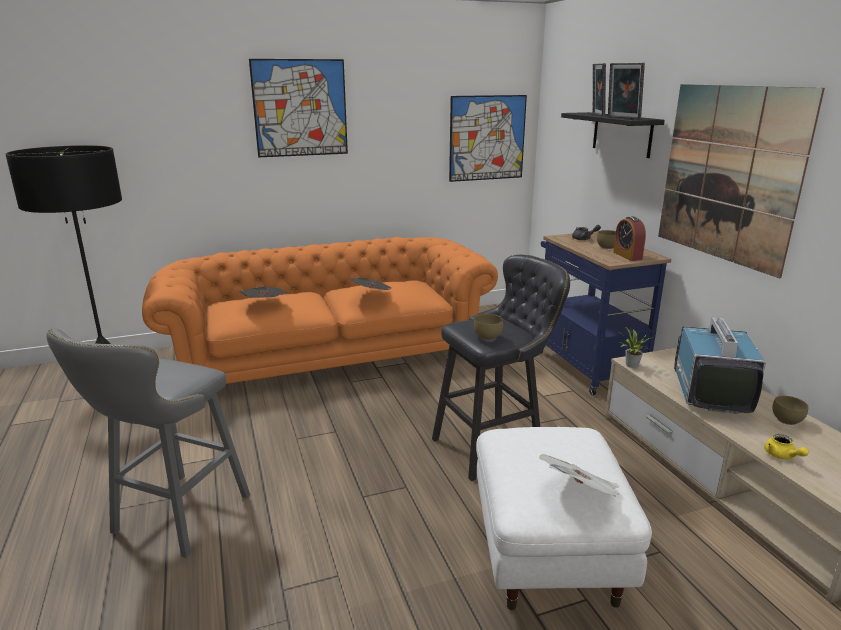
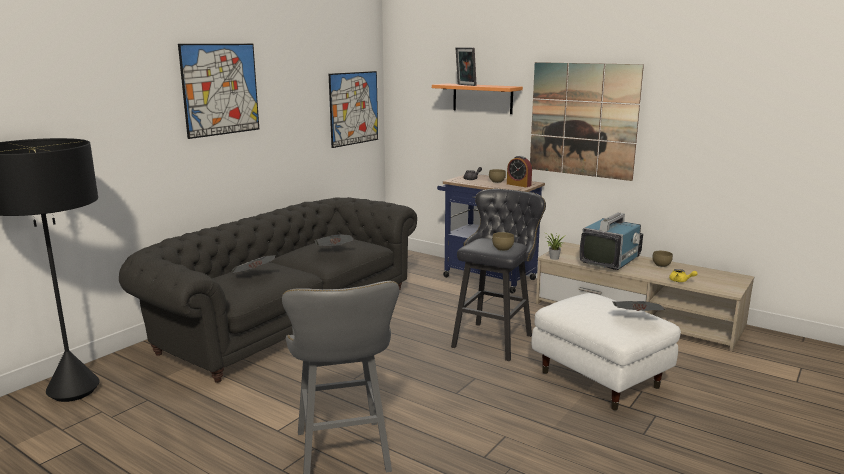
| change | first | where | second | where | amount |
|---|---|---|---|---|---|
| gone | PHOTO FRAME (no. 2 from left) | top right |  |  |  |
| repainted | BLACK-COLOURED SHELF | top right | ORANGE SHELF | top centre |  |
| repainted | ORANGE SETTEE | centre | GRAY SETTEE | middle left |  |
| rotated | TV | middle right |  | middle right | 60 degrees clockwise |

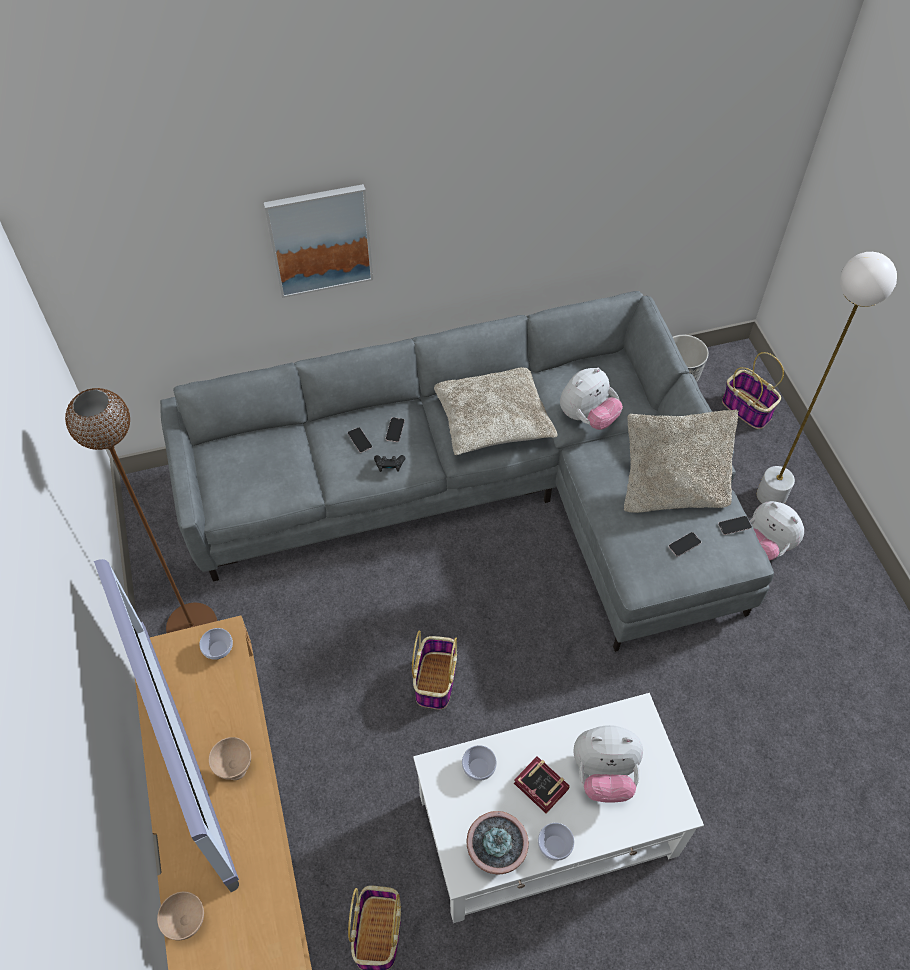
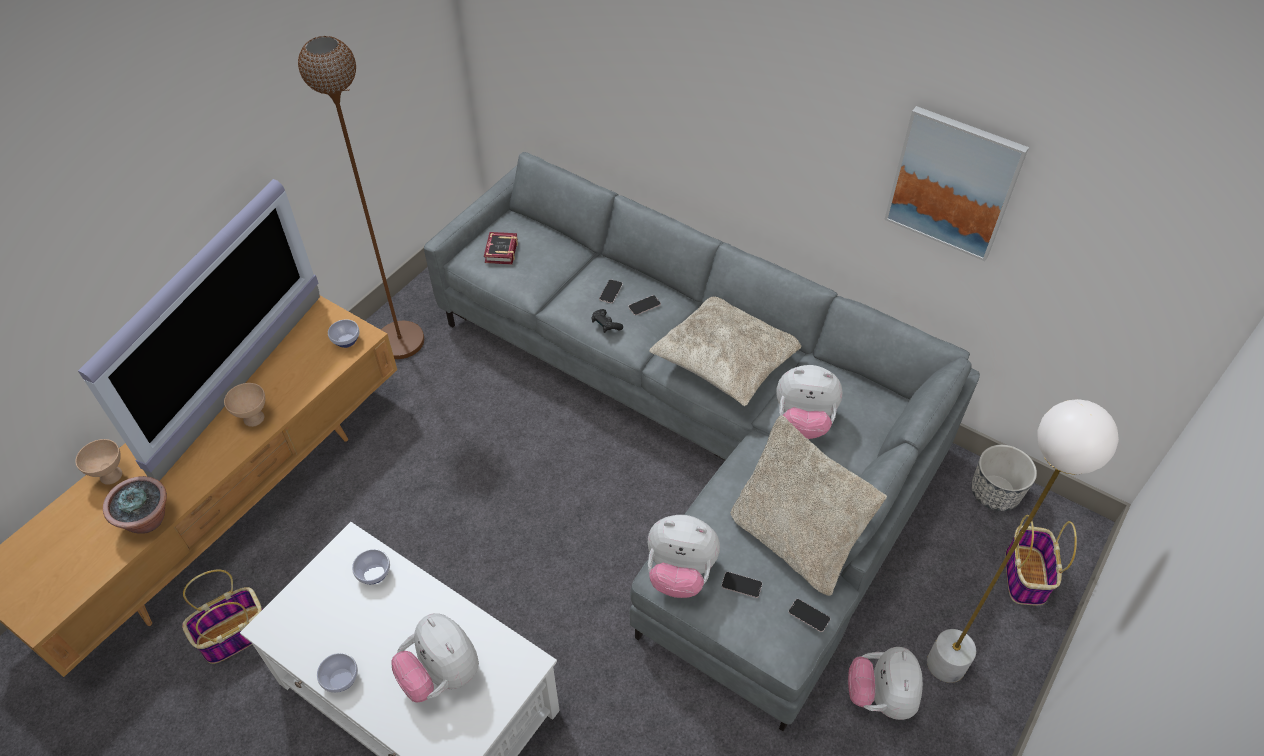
| change | first | where | second | where | amount |
|---|---|---|---|---|---|
| shifted | WALL PICTURE | top centre |  | top right |  |
| gone | HOUSEHOLD BASKET (no. 2 from left) | bottom centre |  |  |  |
| shifted | VOLUME | bottom centre |  | top centre |  |
| shifted | HOUSEPLANT | bottom centre |  | bottom left |  |
| new |  |  | PLUSH TOY (no. 2 from left) | bottom centre |  |

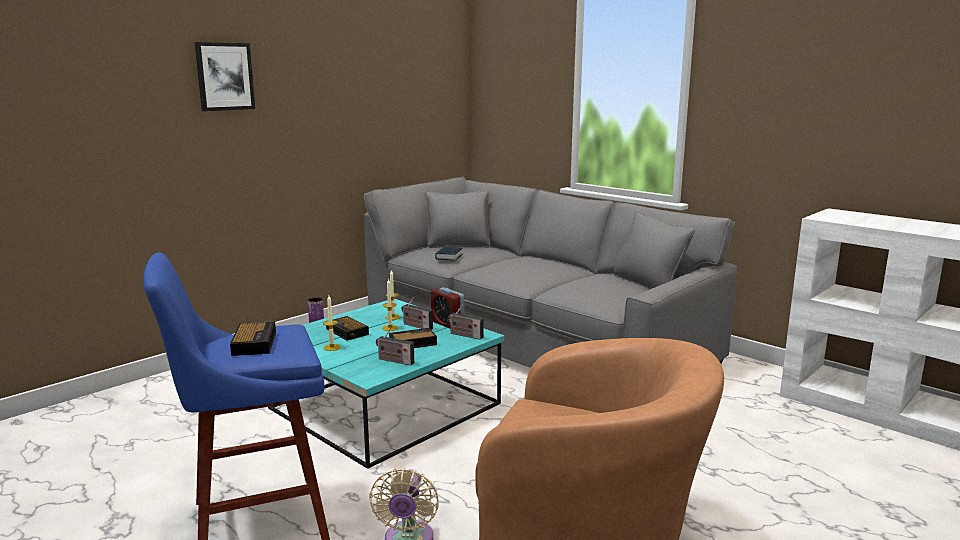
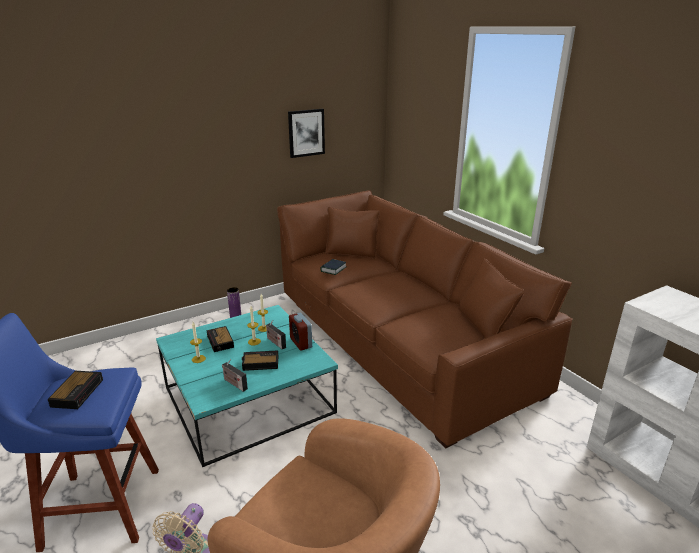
| change | first | where | second | where | amount |
|---|---|---|---|---|---|
| shifted | WALL PICTURE | top left |  | top centre |  |
| repainted | GRAY SETTEE | centre | BROWN SETTEE | centre |  |
| gone | RADIO (no. 3 from left) | centre |  |  |  |

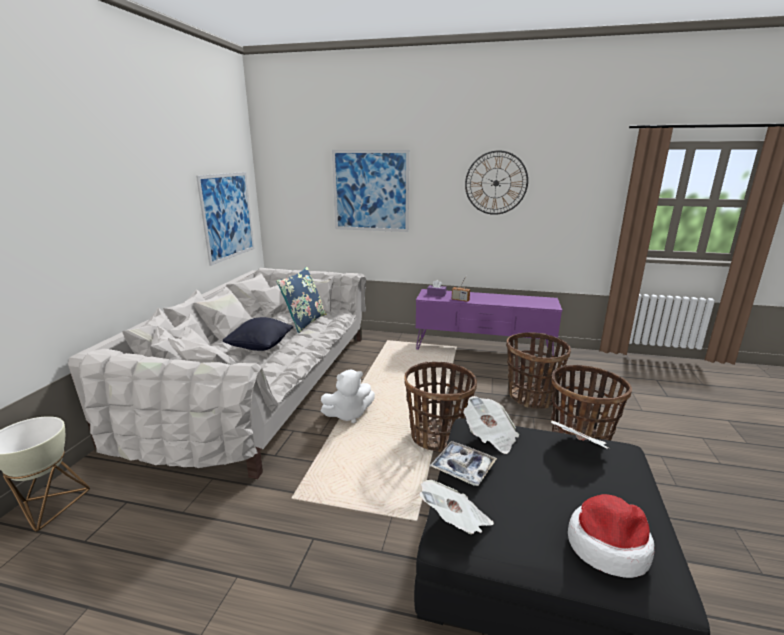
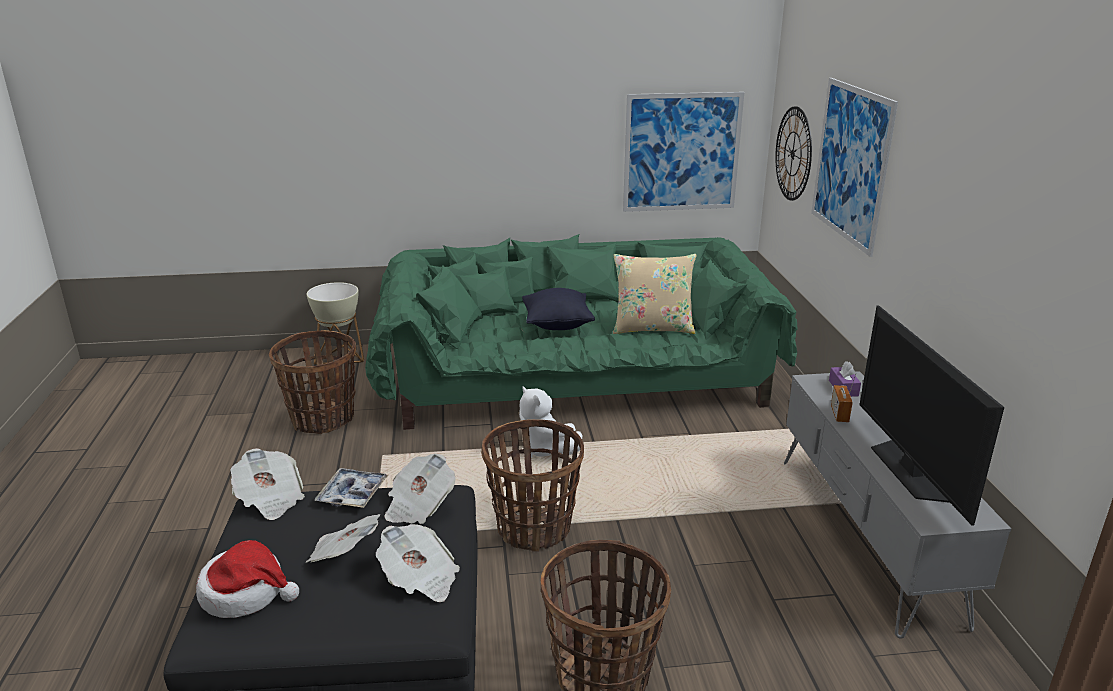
| change | first | where | second | where | amount |
|---|---|---|---|---|---|
| shifted | WALL CLOCK | top centre |  | top right |  |
| repainted | BLUE-COLOURED CUSHION | centre | BEIGE-COLOURED CUSHION | centre |  |
| repainted | WHITE-COLOURED SETTEE | middle left | GREENISH SETTEE | centre |  |
| repainted | PURPLISH TV UNIT | centre | GRAY TV UNIT | bottom right |  |
| shifted | HOUSEHOLD BASKET (no. 2 from left in the first image) | middle right | HOUSEHOLD BASKET (no. 1 from left) | middle left |  |
| new |  |  | TV | middle right |  |
| new |  |  | NEWSPAPER (no. 2 from left) | bottom left |  |

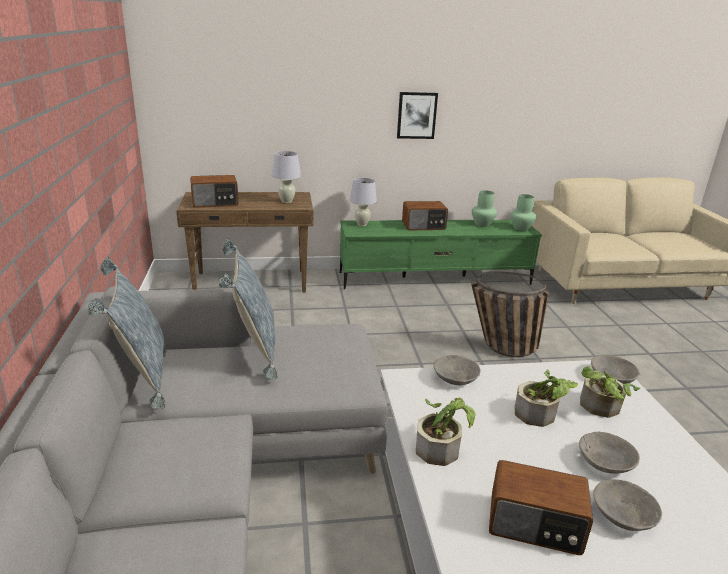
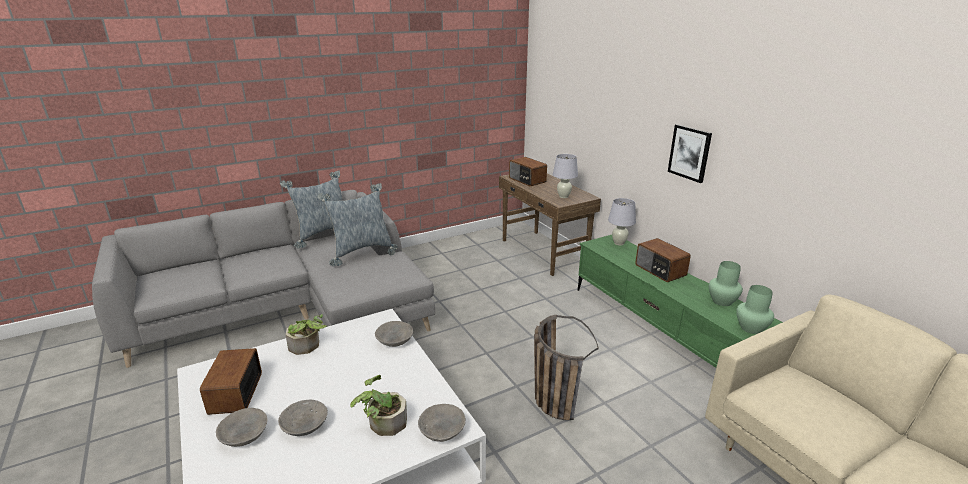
| change | first | where | second | where | amount |
|---|---|---|---|---|---|
| gone | HOUSEPLANT (no. 2 from left) | bottom right |  |  |  |

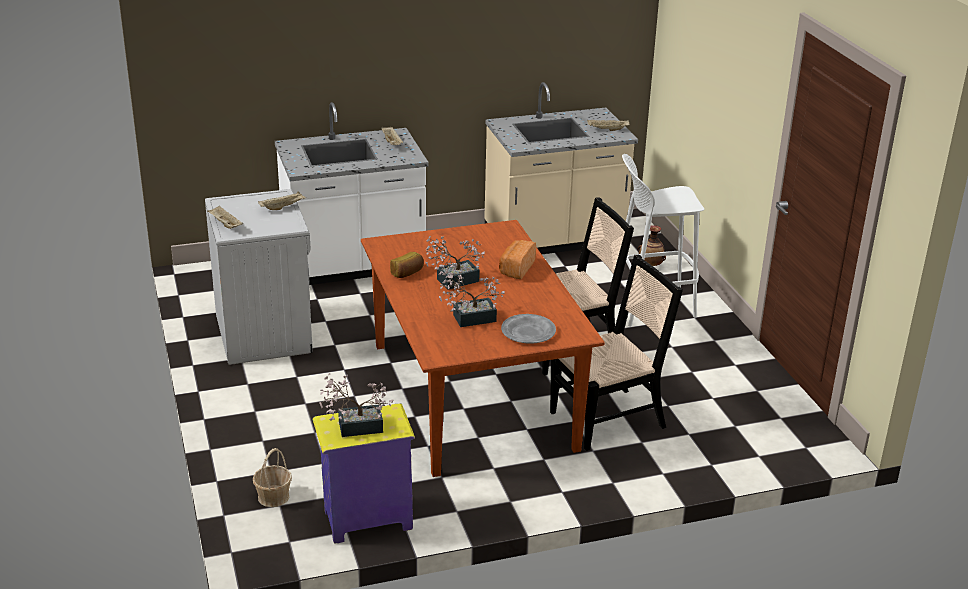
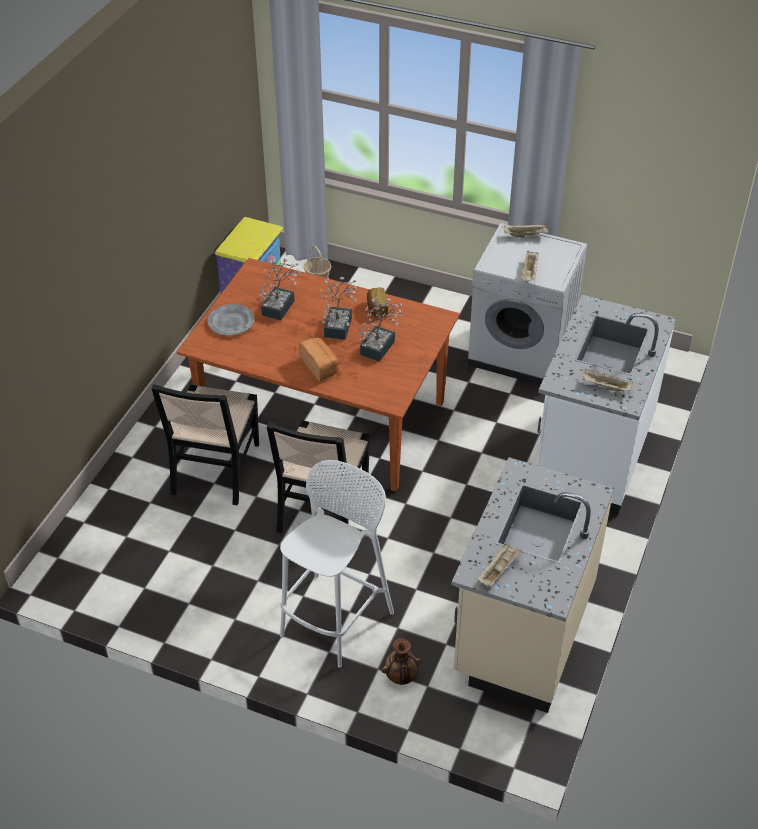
| change | first | where | second | where | amount |
|---|---|---|---|---|---|
| shifted | HOUSEPLANT (no. 1 from left in the first image) | bottom centre | HOUSEPLANT (no. 3 from left) | centre |  |

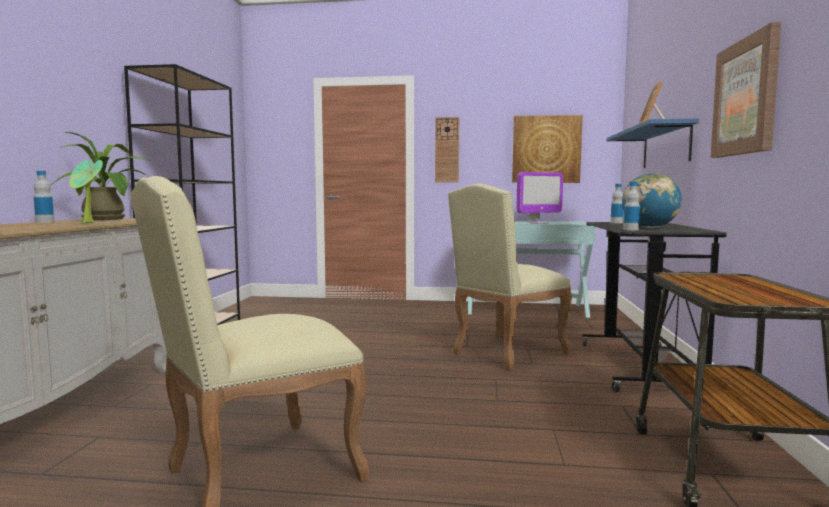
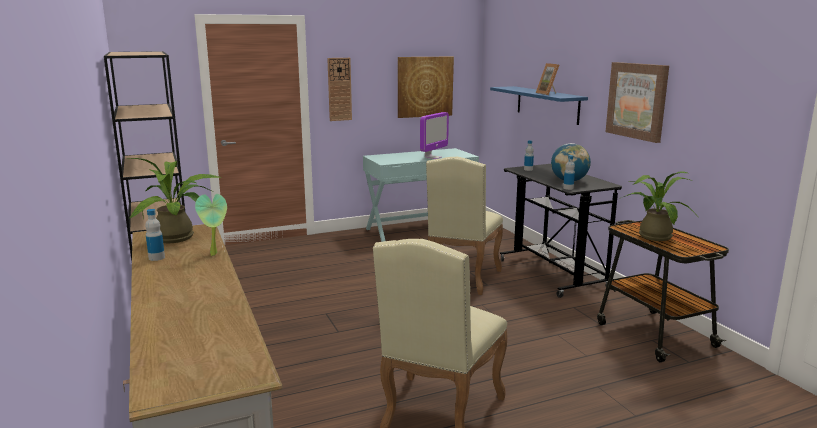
| change | first | where | second | where | amount |
|---|---|---|---|---|---|
| new |  |  | HOUSEPLANT (no. 3 from left) | middle right |  |

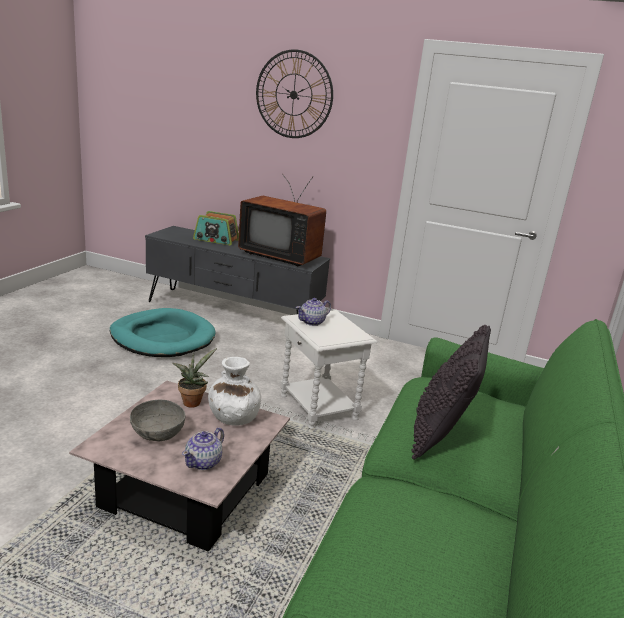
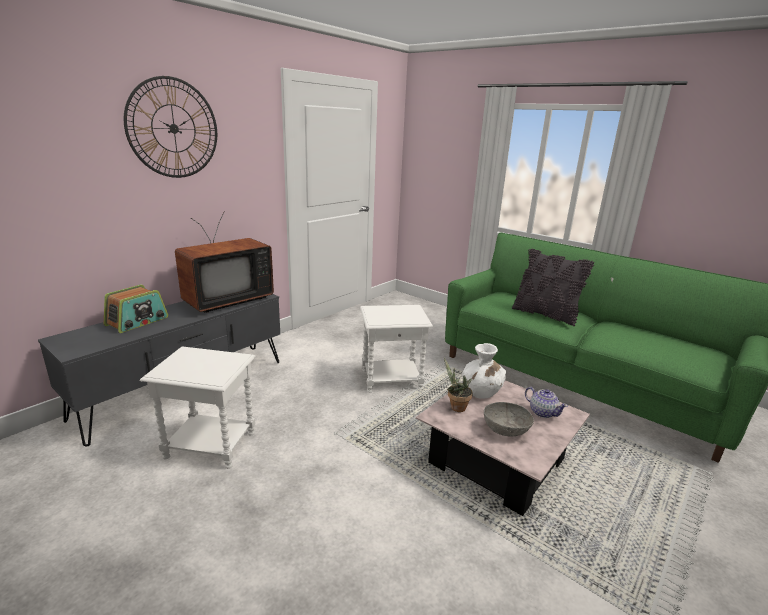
| change | first | where | second | where | amount |
|---|---|---|---|---|---|
| gone | TEA POT (no. 2 from left) | centre |  |  |  |
| swapped | TURQUOISE-COLOURED DOG BED | middle left | WHITE-COLOURED SIDE TABLE (no. 1 from left) | middle left |  |

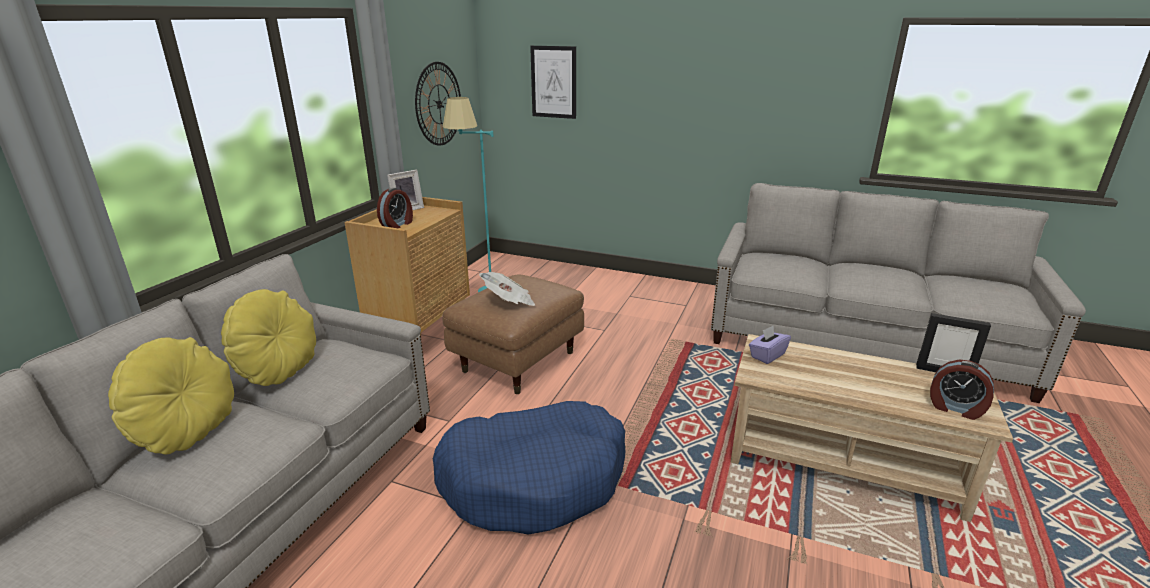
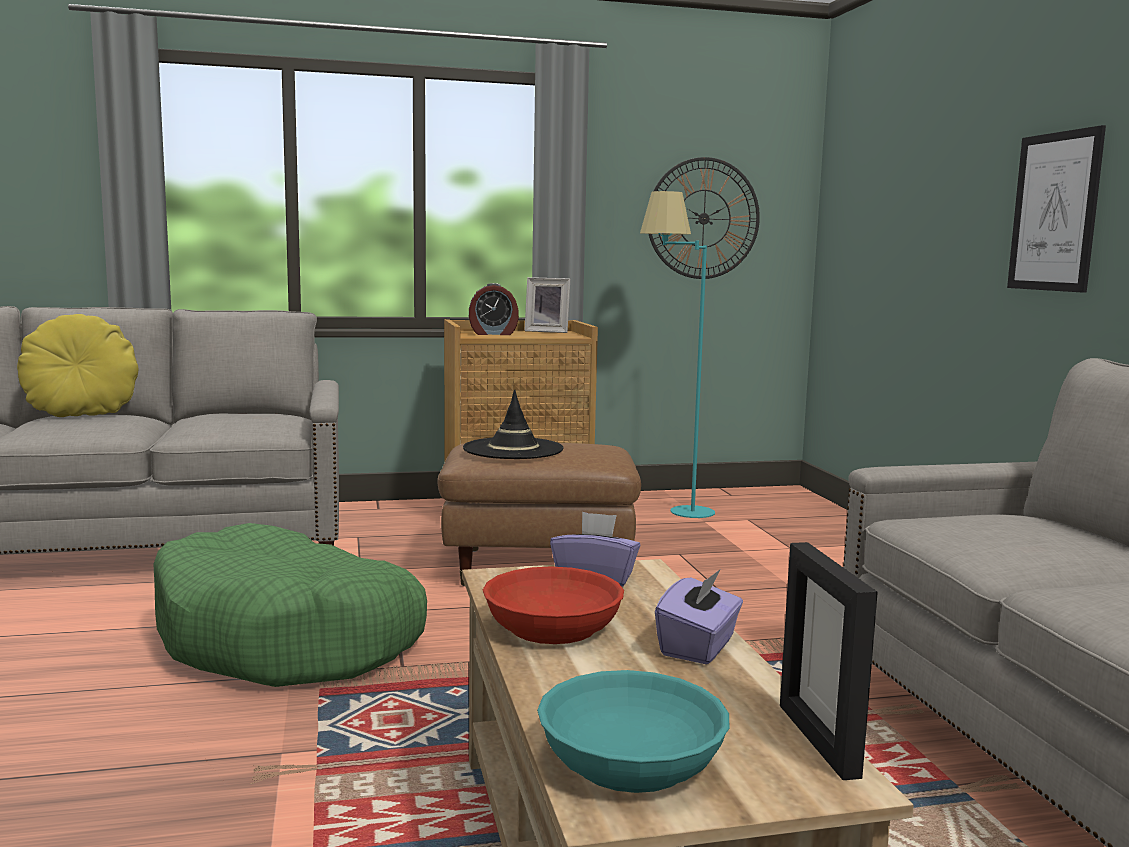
| change | first | where | second | where | amount |
|---|---|---|---|---|---|
| shifted | WALL PICTURE | top centre |  | top right |  |
| swapped | NEWSPAPER | centre | BLACK-COLOURED WEARABLE HAT | centre |  |
| gone | YELLOWISH CUSHION (no. 2 from left) | middle left |  |  |  |
| swapped | TABLE CLOCK (no. 2 from left) | middle right | TURQUOISE-COLOURED SERVING BOWL | bottom centre |  |
| repainted | BLUE-COLOURED DOG BED | bottom centre | GREENISH DOG BED | bottom left |  |
| new |  |  | RED SERVING BOWL | bottom centre |  |
| new |  |  | PURPLISH BOX OF TISSUES (no. 2 from left) | bottom centre |  |

